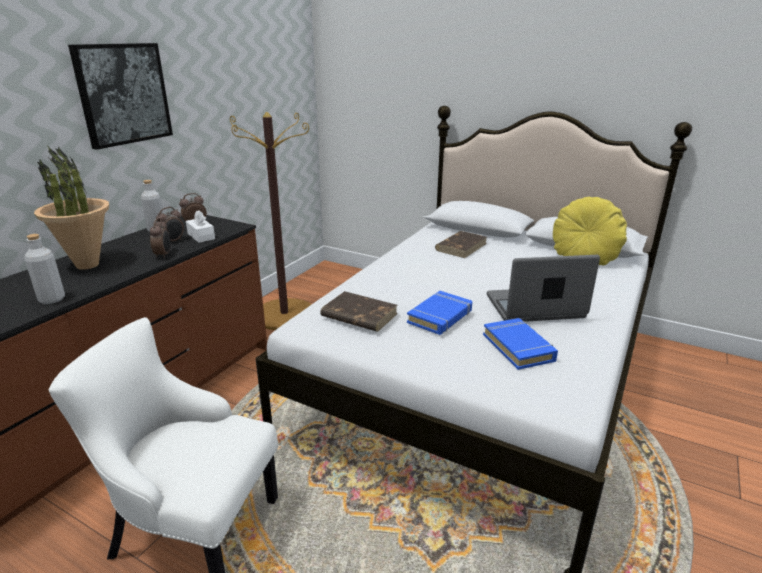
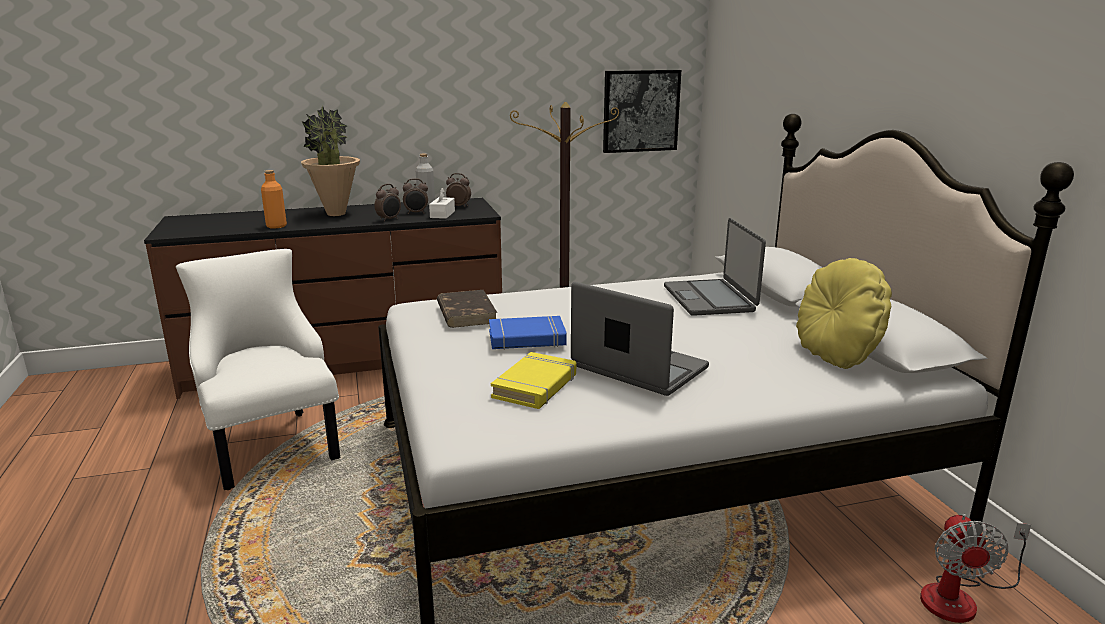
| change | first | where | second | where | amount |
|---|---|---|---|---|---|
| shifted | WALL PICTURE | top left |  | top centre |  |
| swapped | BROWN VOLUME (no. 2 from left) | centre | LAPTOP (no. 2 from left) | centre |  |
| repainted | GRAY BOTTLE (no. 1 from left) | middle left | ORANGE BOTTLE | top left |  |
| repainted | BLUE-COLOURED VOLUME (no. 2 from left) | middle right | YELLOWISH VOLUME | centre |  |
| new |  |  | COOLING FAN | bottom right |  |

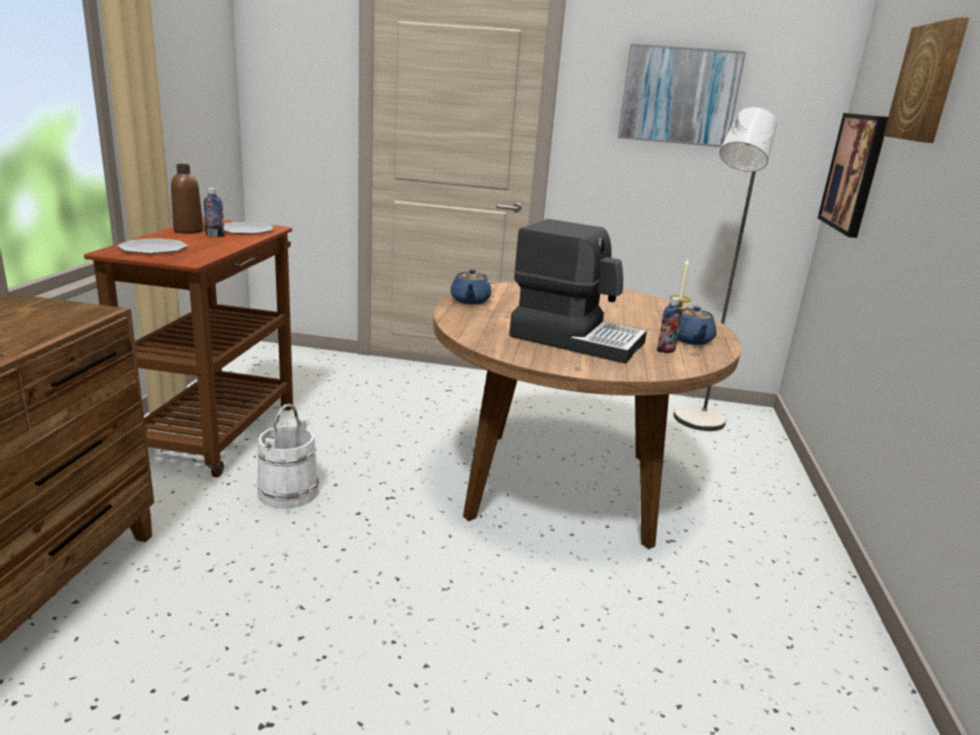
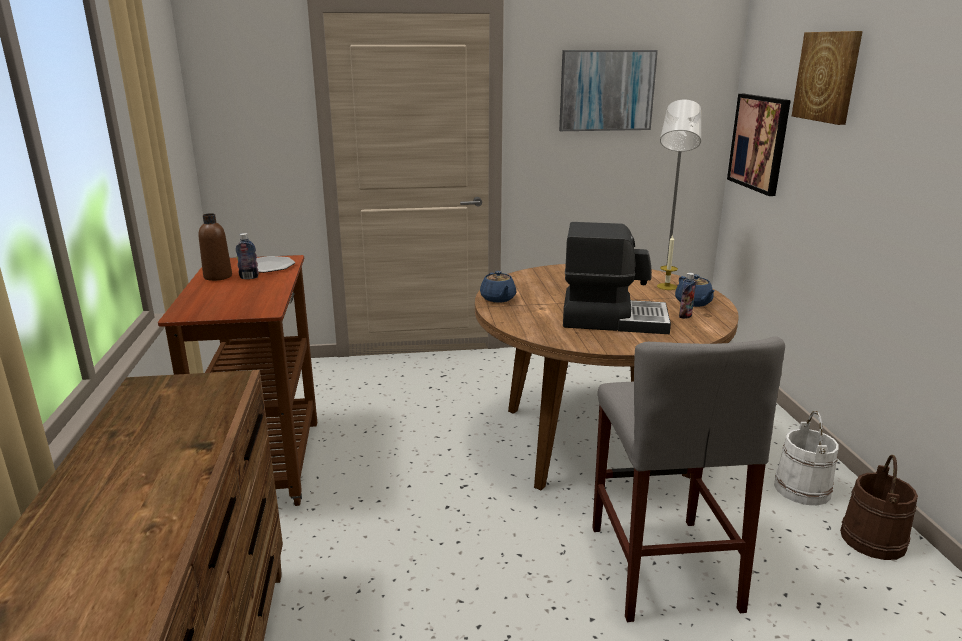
| change | first | where | second | where | amount |
|---|---|---|---|---|---|
| gone | PLATE (no. 1 from left) | middle left |  |  |  |
| shifted | WHITE-COLOURED PAIL | middle left |  | bottom right |  |
| new |  |  | GRAY STOOL SEAT | bottom right |  |
| new |  |  | BROWN PAIL | bottom right |  |

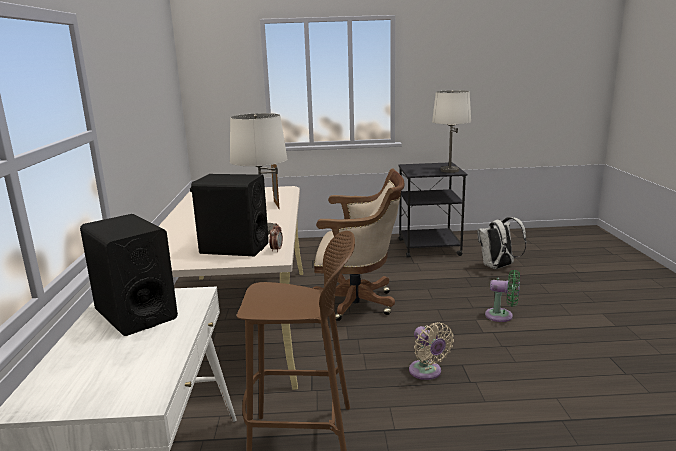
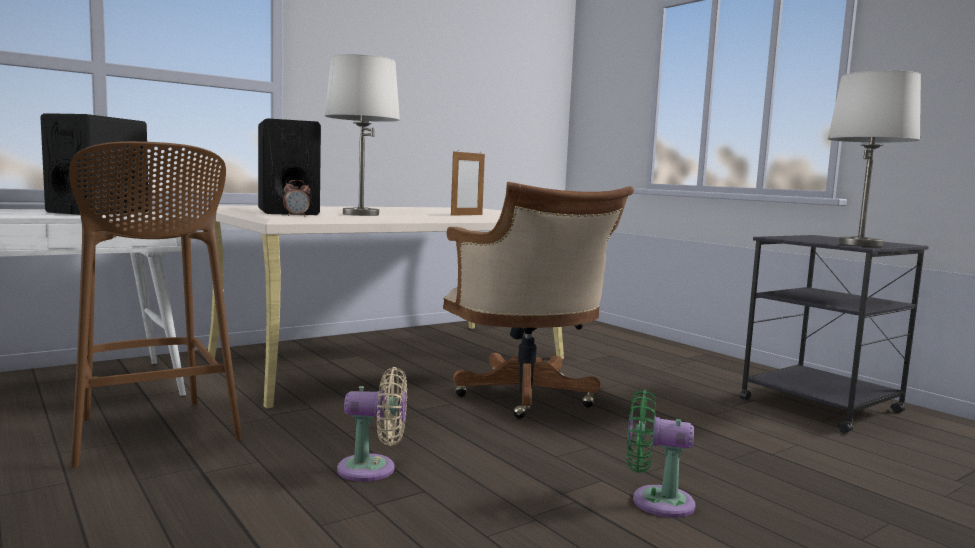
| change | first | where | second | where | amount |
|---|---|---|---|---|---|
| gone | WHITE-COLOURED BACKPACK | middle right |  |  |  |
| rotated | GREENISH COOLING FAN | middle right |  | bottom right | 120 degrees clockwise |
| rotated | BEIGE-COLOURED COOLING FAN | bottom centre |  | bottom centre | 120 degrees counterclockwise |

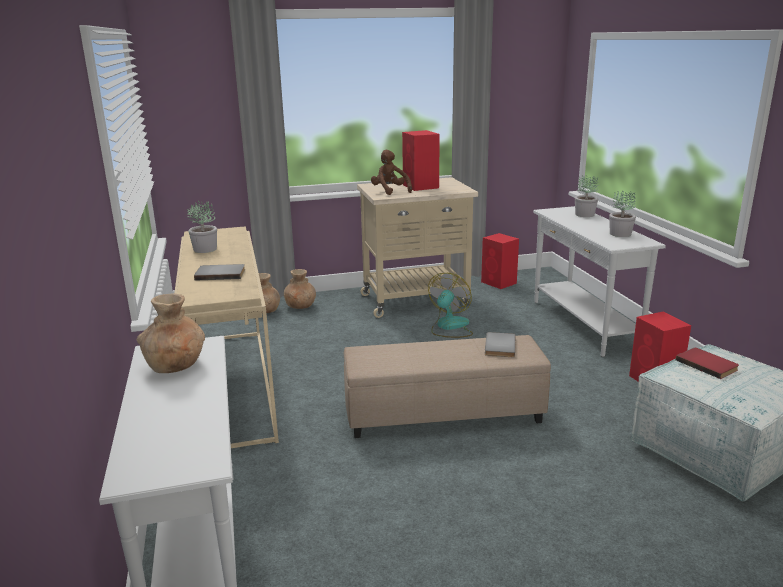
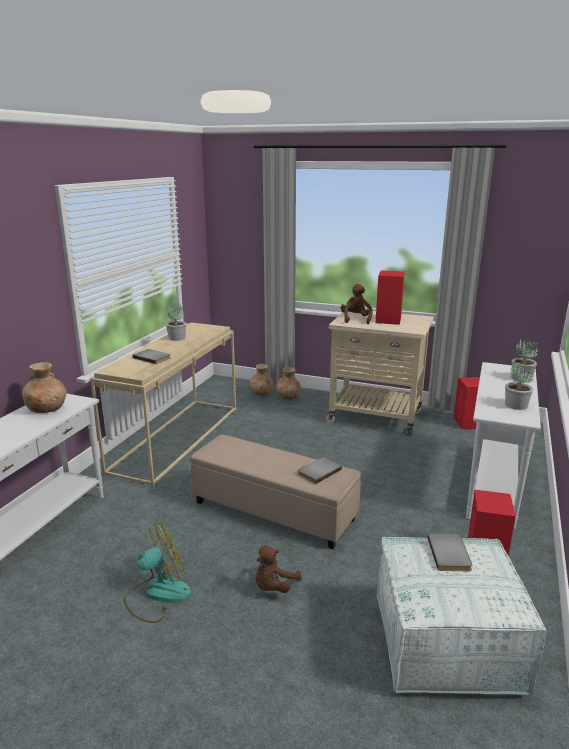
| change | first | where | second | where | amount |
|---|---|---|---|---|---|
| shifted | COOLING FAN | centre |  | bottom left |  |
| repainted | RED VOLUME | middle right | GRAY VOLUME (no. 3 from left) | bottom right |  |
| new |  |  | BROWN PLUSH TOY (no. 1 from left) | bottom centre |  |

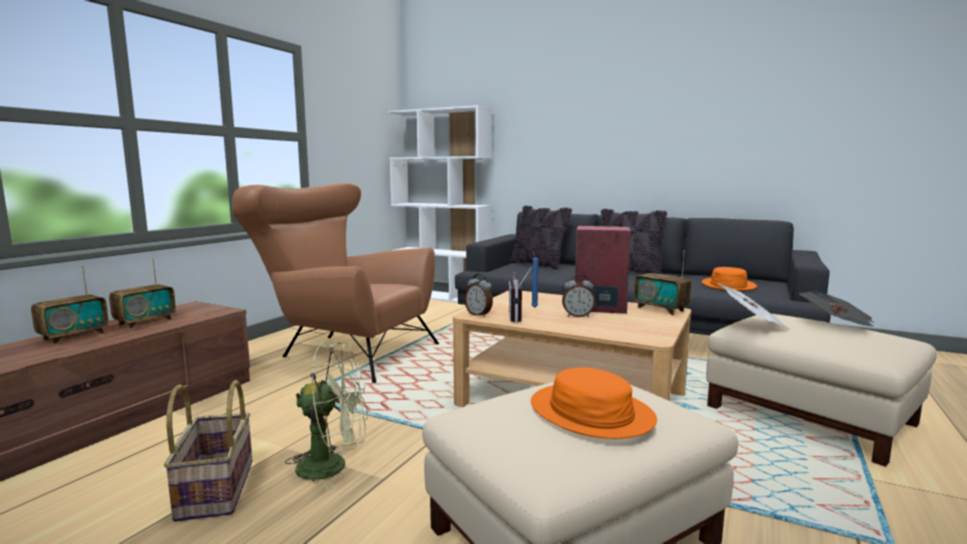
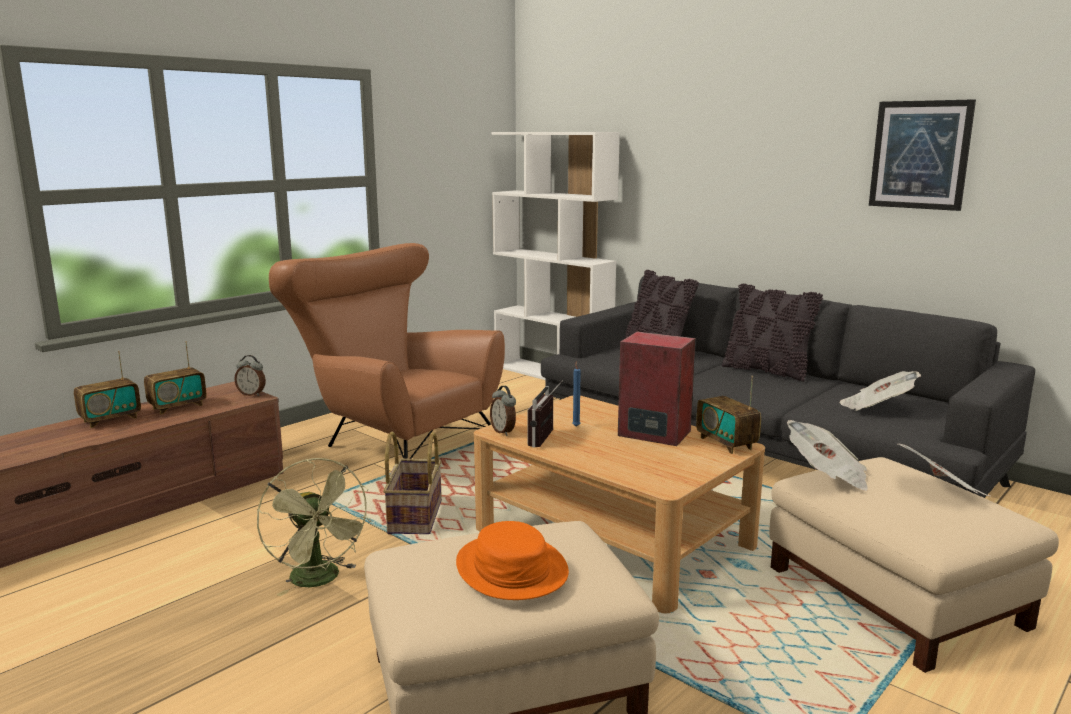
| change | first | where | second | where | amount |
|---|---|---|---|---|---|
| swapped | ORANGE WEARABLE HAT (no. 2 from left) | middle right | NEWSPAPER (no. 2 from left) | middle right |  |
| shifted | TABLE CLOCK (no. 2 from left in the first image) | centre | TABLE CLOCK (no. 1 from left) | middle left |  |
| rotated | GREENISH COOLING FAN | bottom centre |  | bottom left | 45 degrees clockwise |
| shifted | HOUSEHOLD BASKET | bottom left |  | bottom centre |  |
| new |  |  | WALL PICTURE | top right |  |

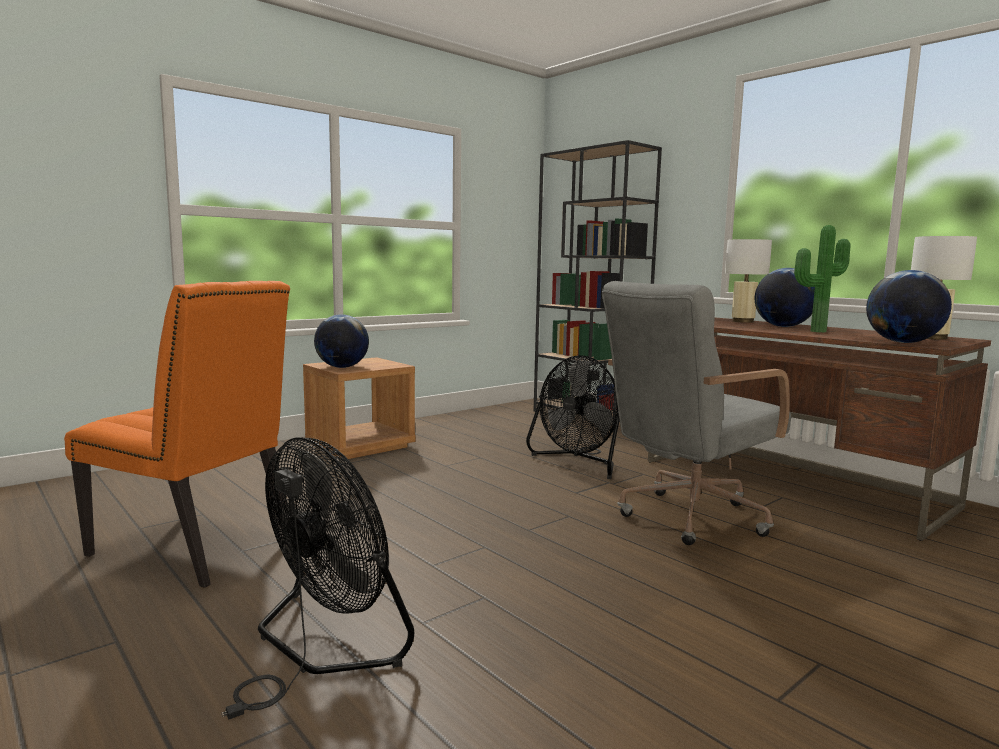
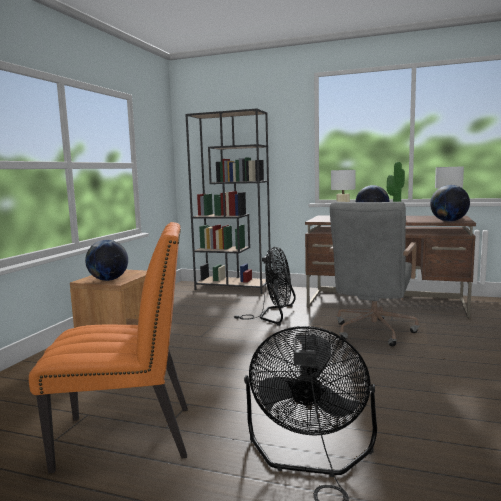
| change | first | where | second | where | amount |
|---|---|---|---|---|---|
| rotated | BLACK-COLOURED COOLING FAN (no. 2 from left in the first image) | centre | BLACK-COLOURED COOLING FAN (no. 1 from left) | centre | 90 degrees counterclockwise |

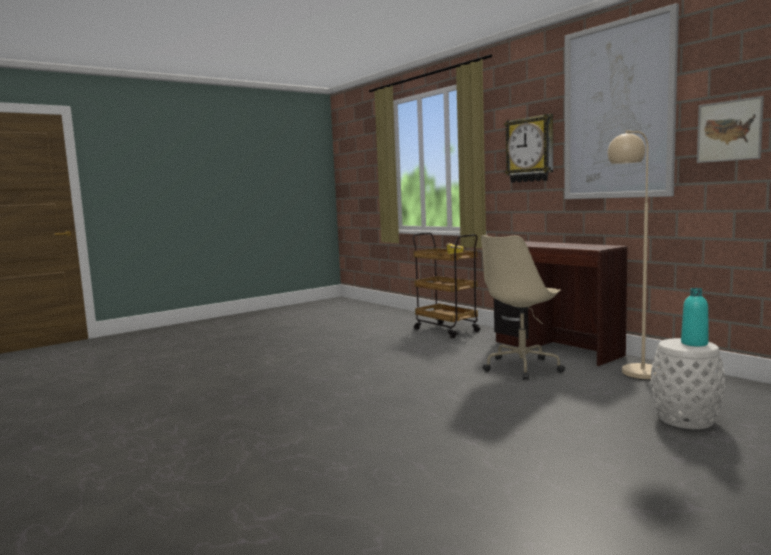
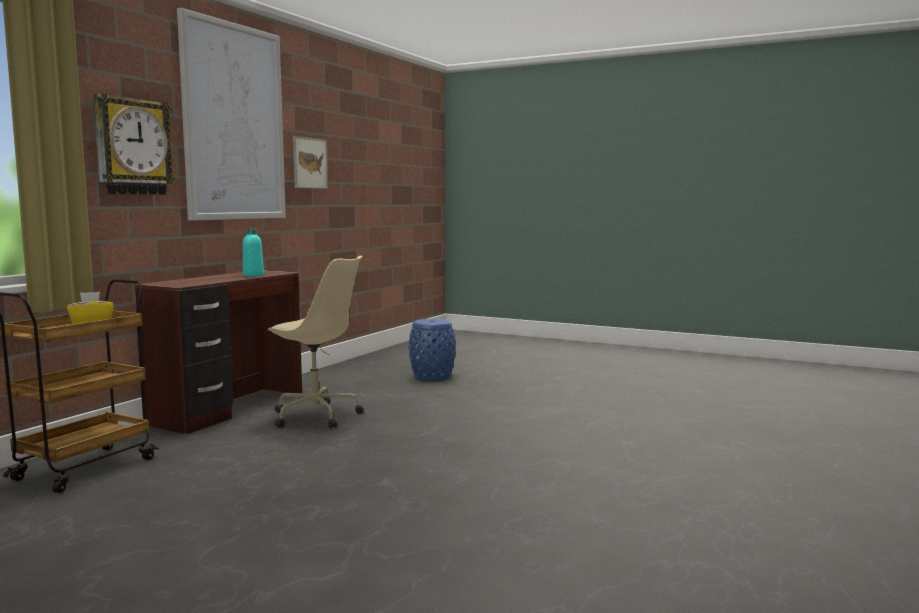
| change | first | where | second | where | amount |
|---|---|---|---|---|---|
| gone | BEIGE-COLOURED FLOOR LAMP | middle right |  |  |  |
| shifted | TURQUOISE-COLOURED BOTTLE | middle right |  | middle left |  |
| repainted | WHITE-COLOURED STOOL SEAT | bottom right | BLUE-COLOURED STOOL SEAT | centre |  |

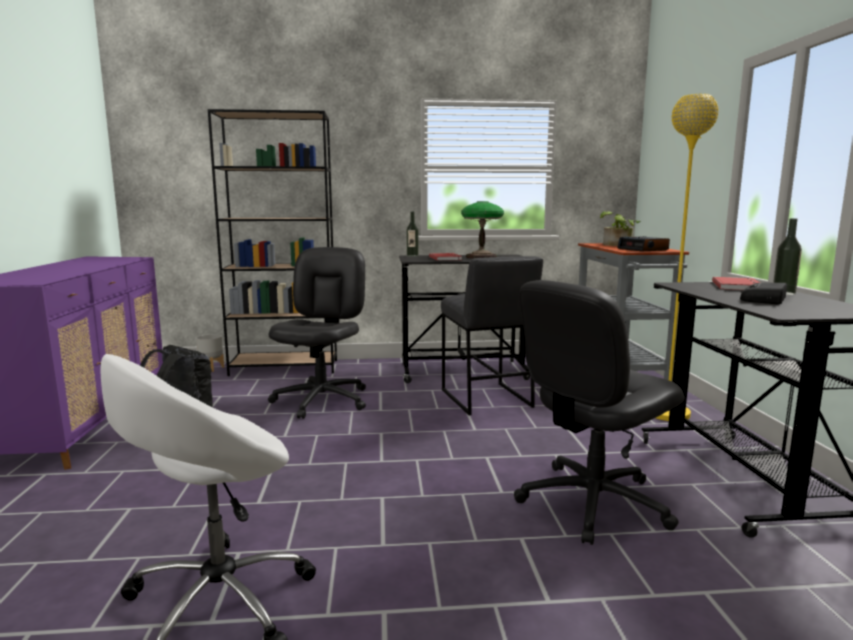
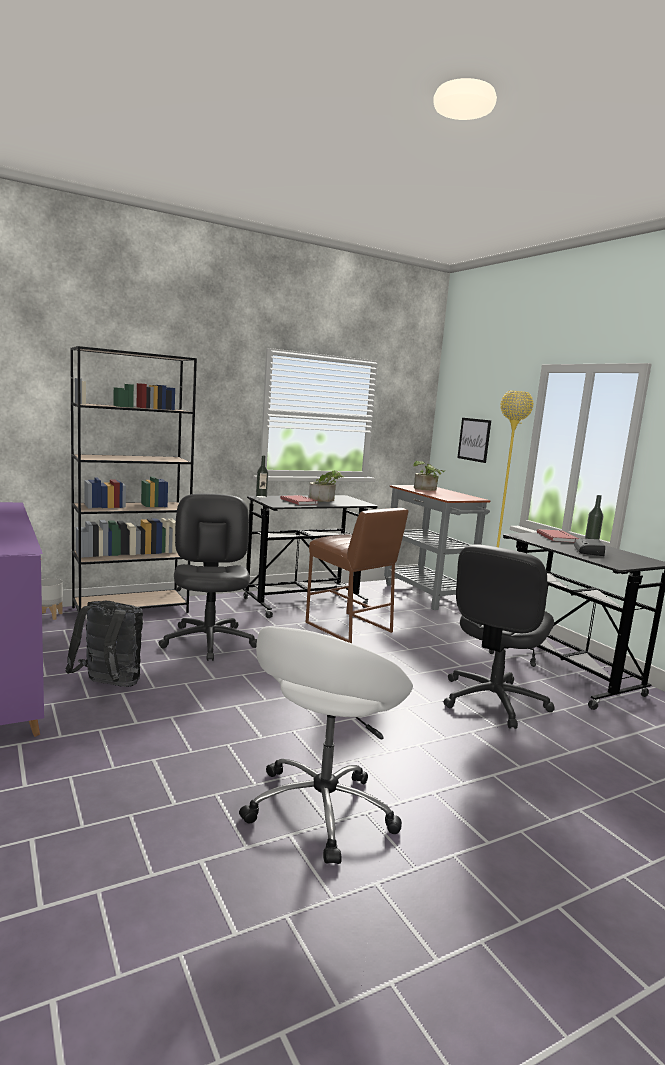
| change | first | where | second | where | amount |
|---|---|---|---|---|---|
| swapped | TABLETOP LAMP | centre | HOUSEPLANT (no. 1 from left) | centre |  |
| gone | TABLE CLOCK | middle right |  |  |  |
| repainted | GRAY STOOL SEAT | centre | BROWN STOOL SEAT | centre |  |
| new |  |  | WALL PICTURE | middle right |  |

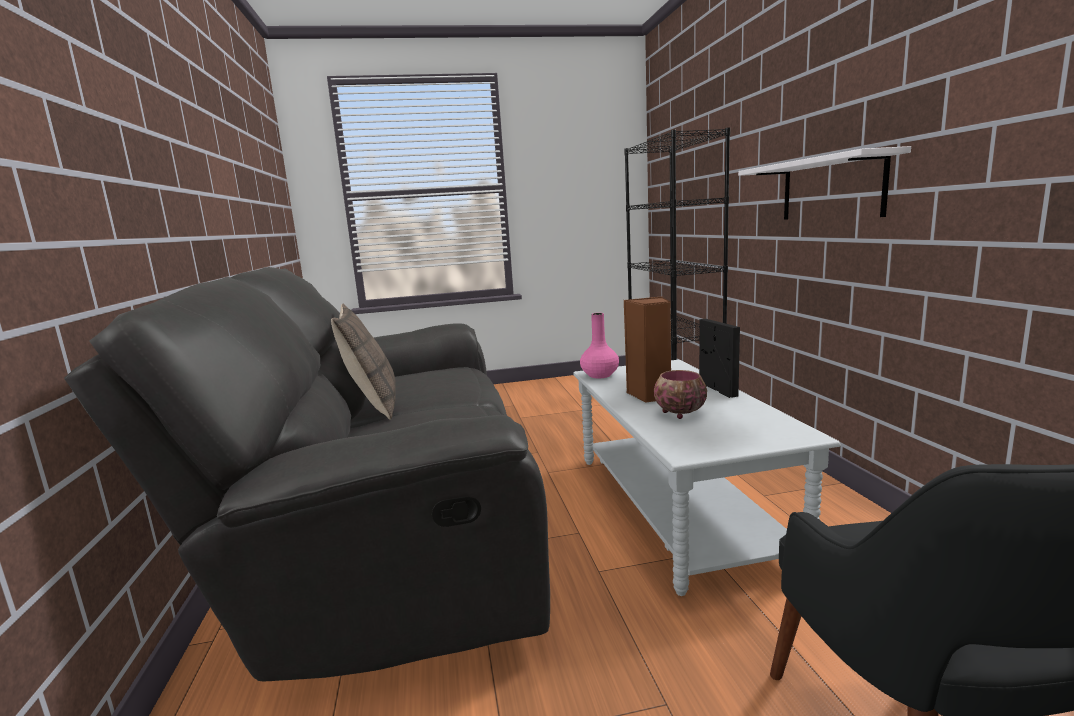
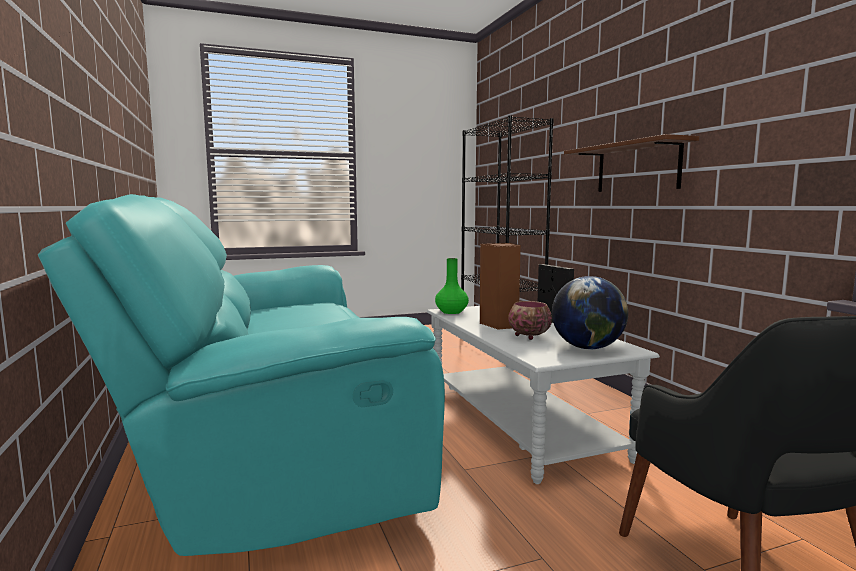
| change | first | where | second | where | amount |
|---|---|---|---|---|---|
| repainted | WHITE-COLOURED SHELF | top right | BROWN SHELF | top right |  |
| repainted | GRAY SETTEE | middle left | TURQUOISE-COLOURED SETTEE | middle left |  |
| gone | CUSHION | centre |  |  |  |
| repainted | PINK FLOWER VASE | centre | GREENISH FLOWER VASE | centre |  |
| new |  |  | WORLD GLOBE | middle right |  |

